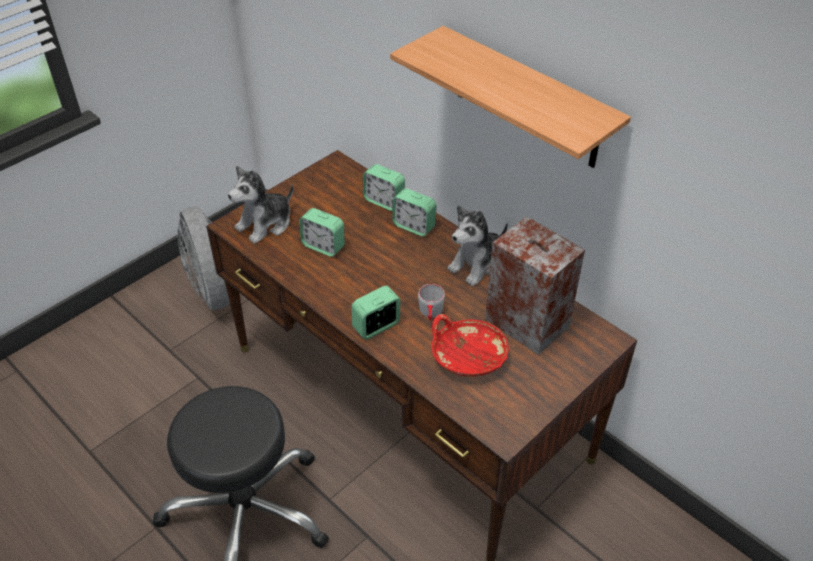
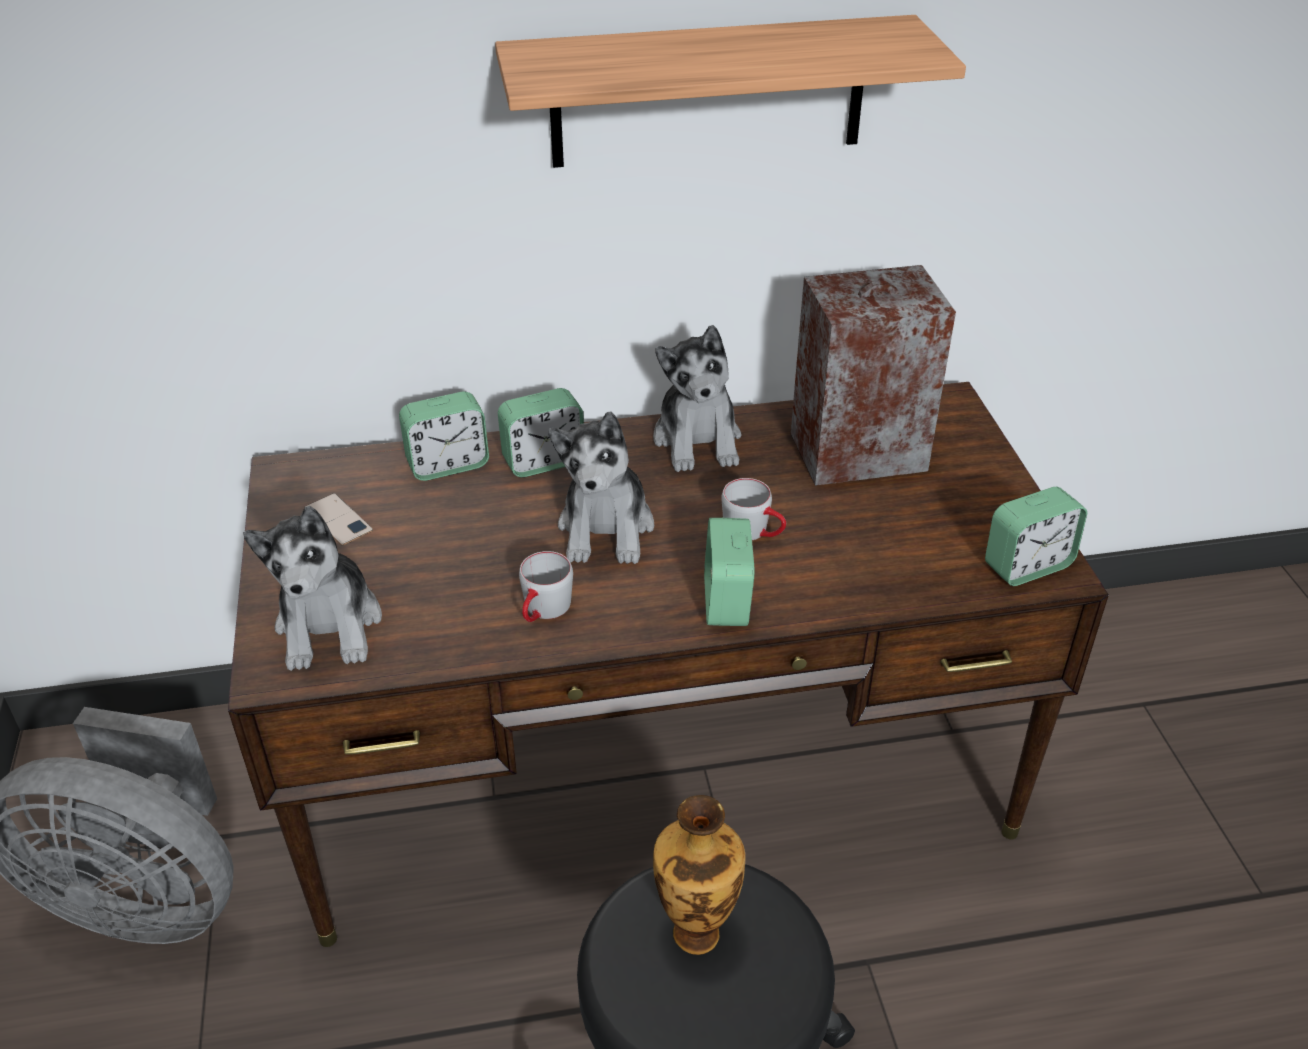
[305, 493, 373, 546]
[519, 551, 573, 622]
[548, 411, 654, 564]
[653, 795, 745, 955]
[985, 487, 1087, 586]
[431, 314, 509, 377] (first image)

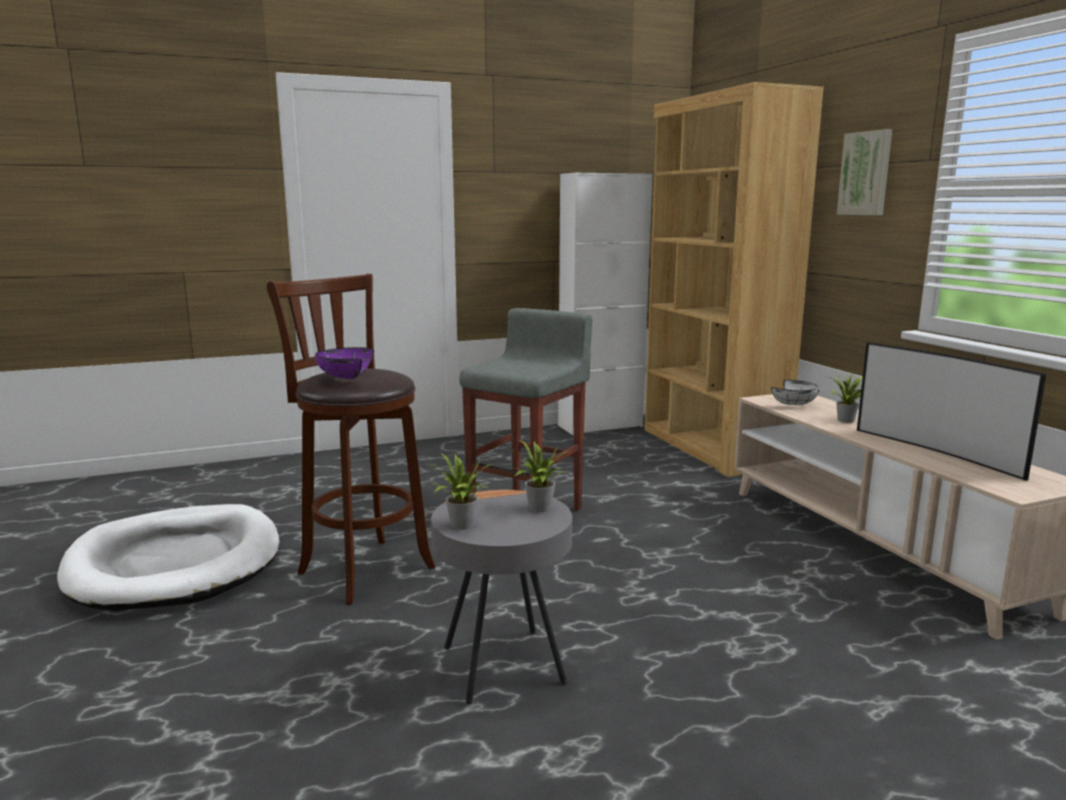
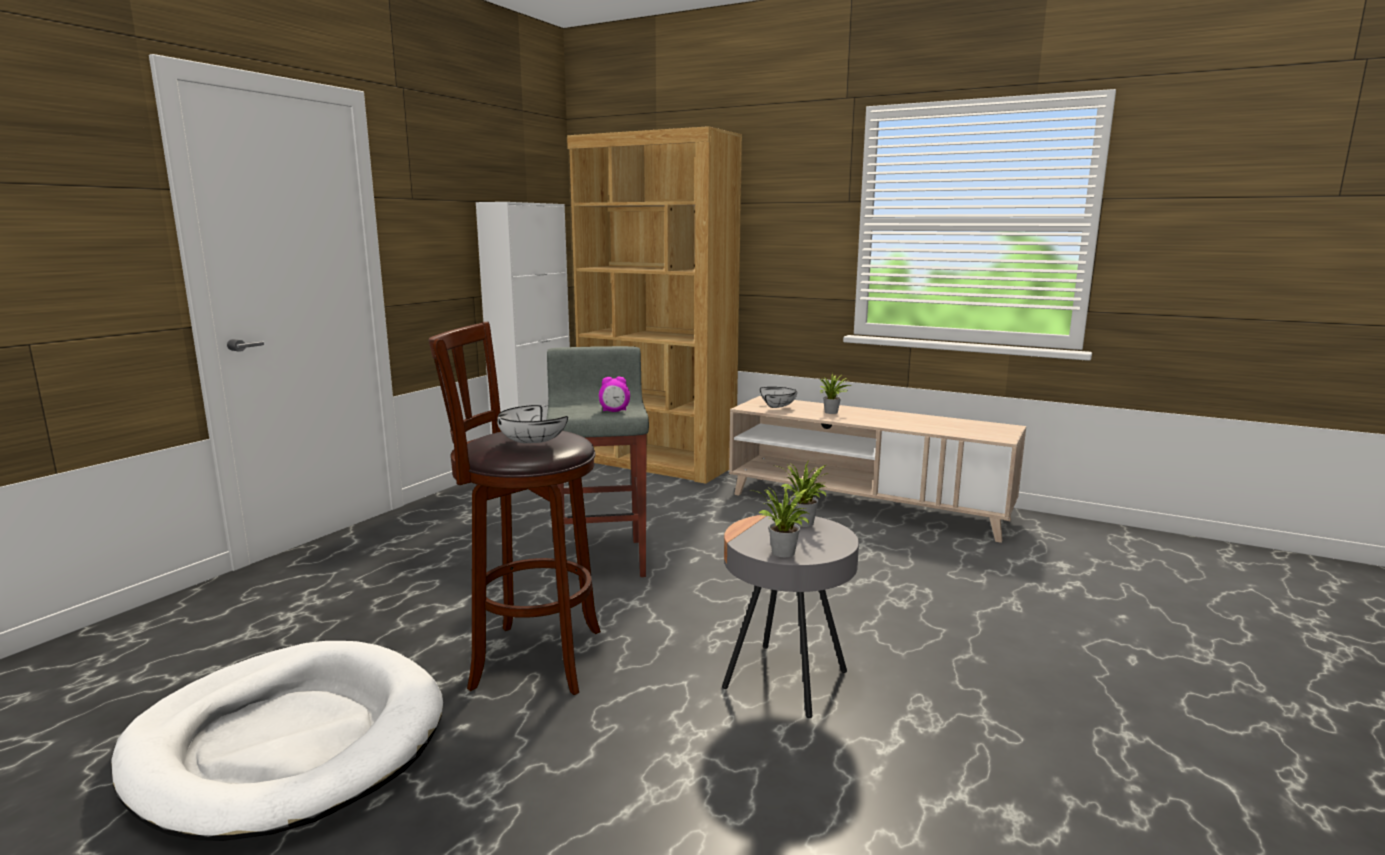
[497, 405, 568, 443]
[599, 376, 630, 412]
[837, 129, 892, 215] (first image)
[857, 342, 1047, 481] (first image)

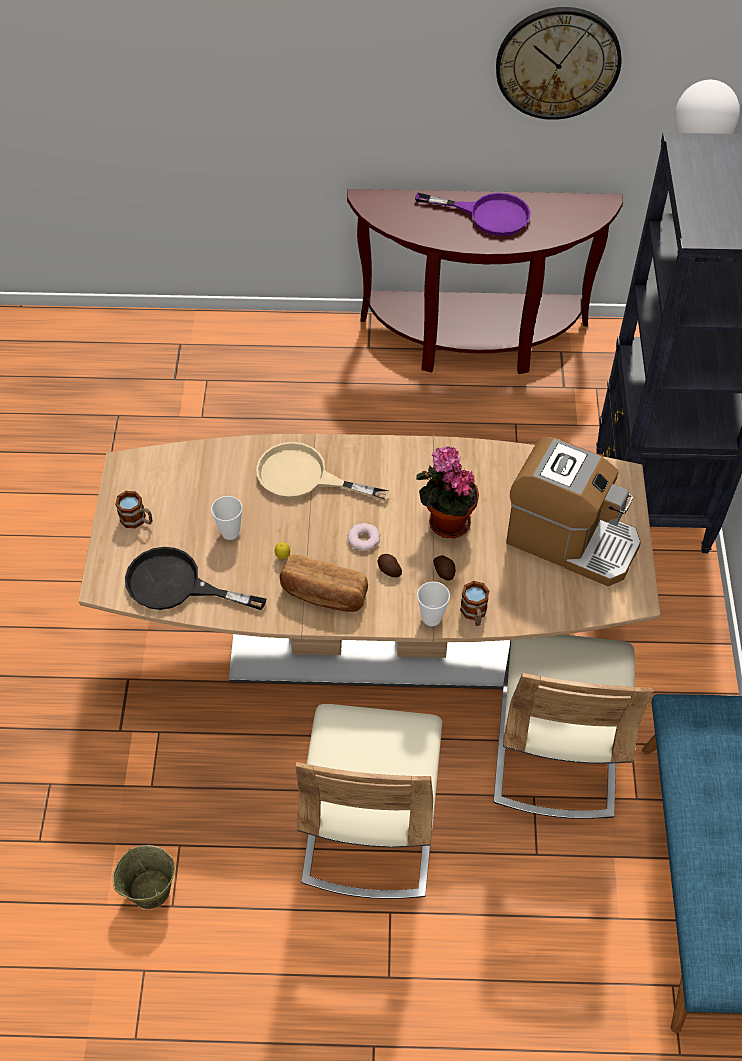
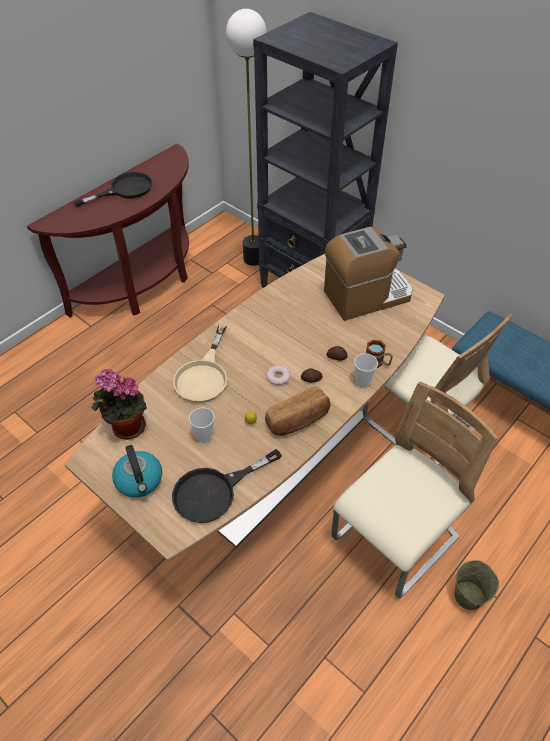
[73, 172, 152, 207]
[92, 369, 147, 440]
[112, 445, 162, 497]
[173, 324, 227, 403]
[331, 382, 498, 599]
[454, 560, 499, 610]
[496, 7, 622, 120] (first image)

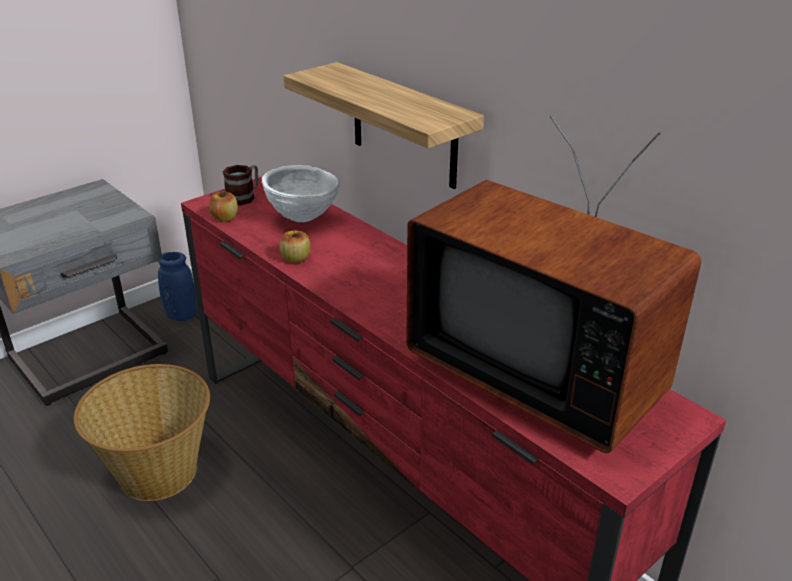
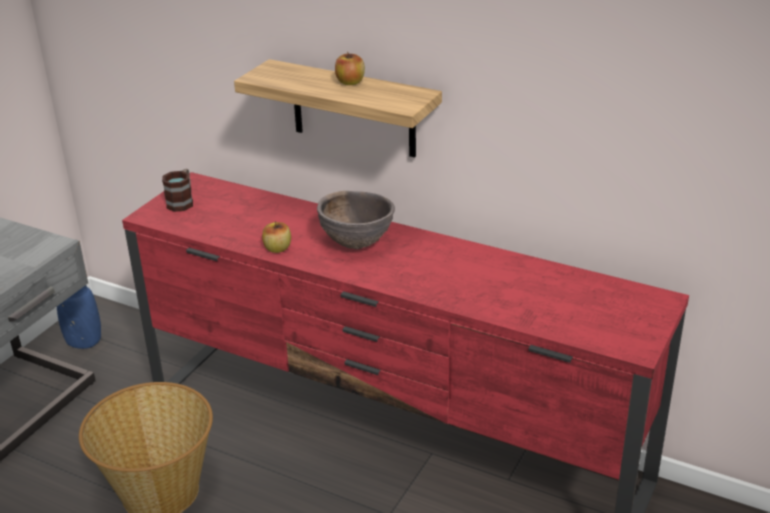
[317, 191, 395, 249]
[335, 52, 365, 85]
[262, 165, 340, 222] (first image)
[406, 116, 701, 453] (first image)

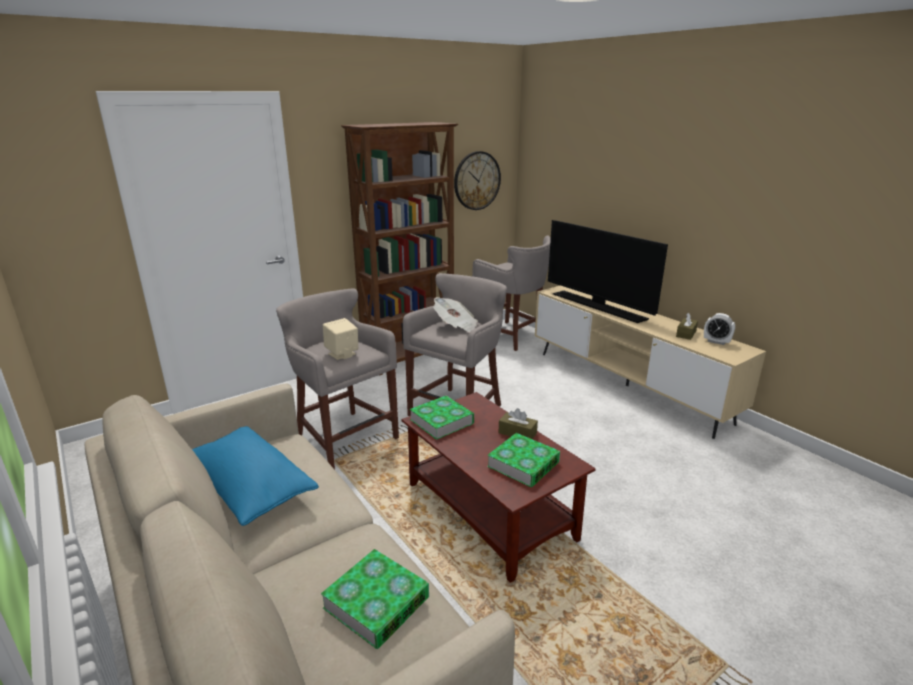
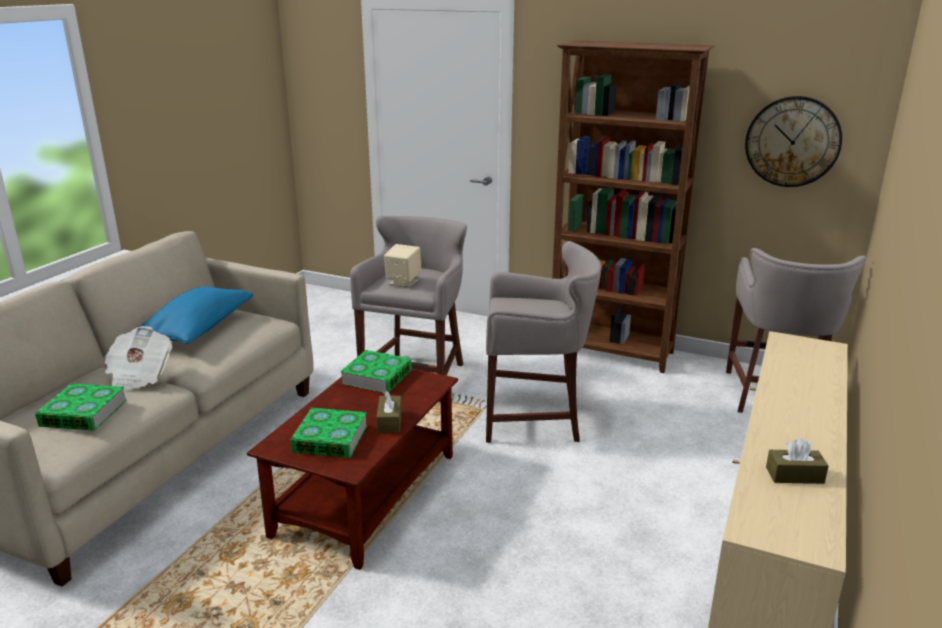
[104, 326, 172, 392]
[548, 220, 668, 323] (first image)
[704, 313, 735, 345] (first image)

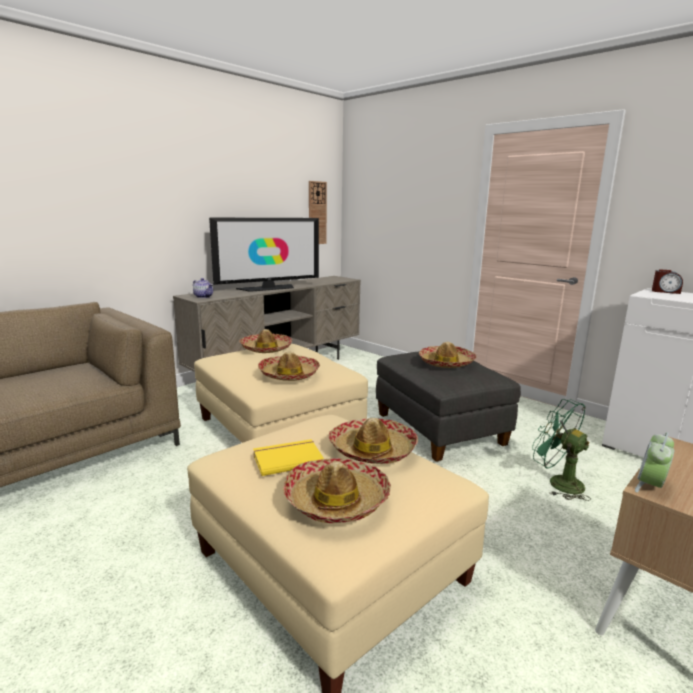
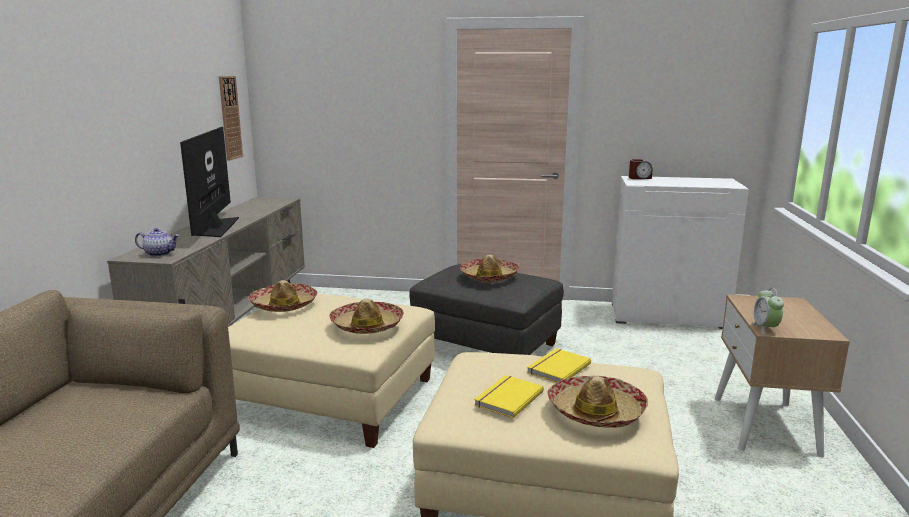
[180, 127, 239, 237]
[527, 348, 591, 383]
[532, 399, 591, 501] (first image)

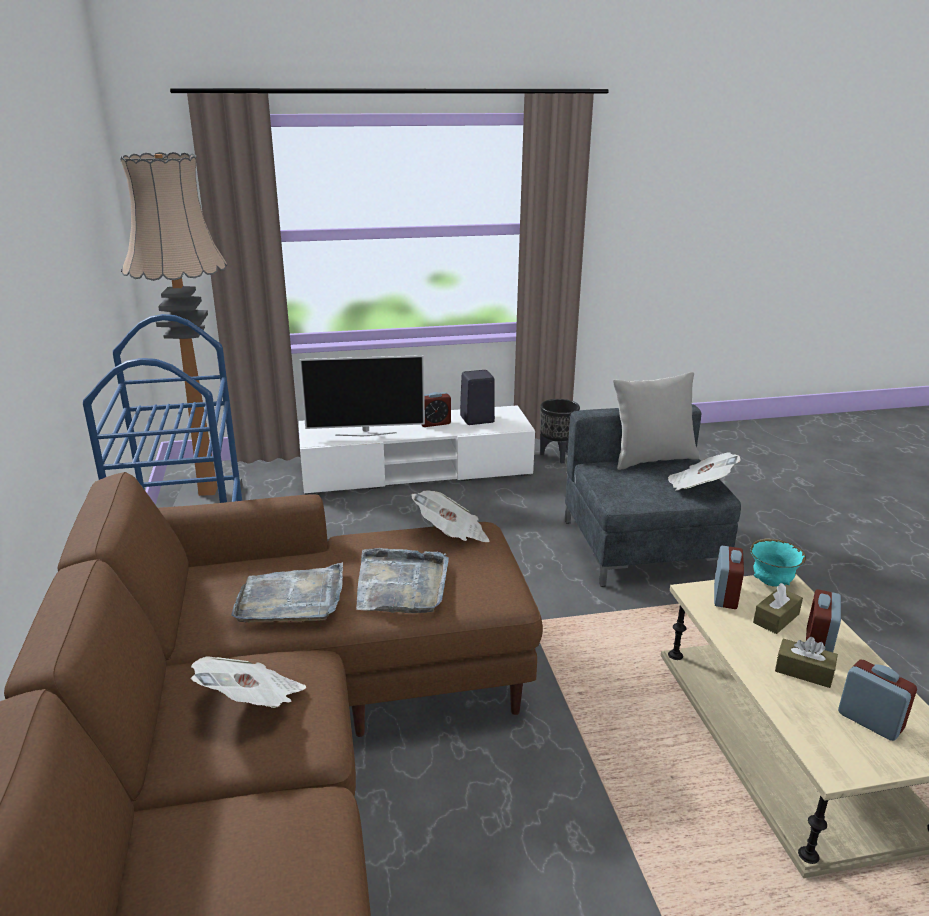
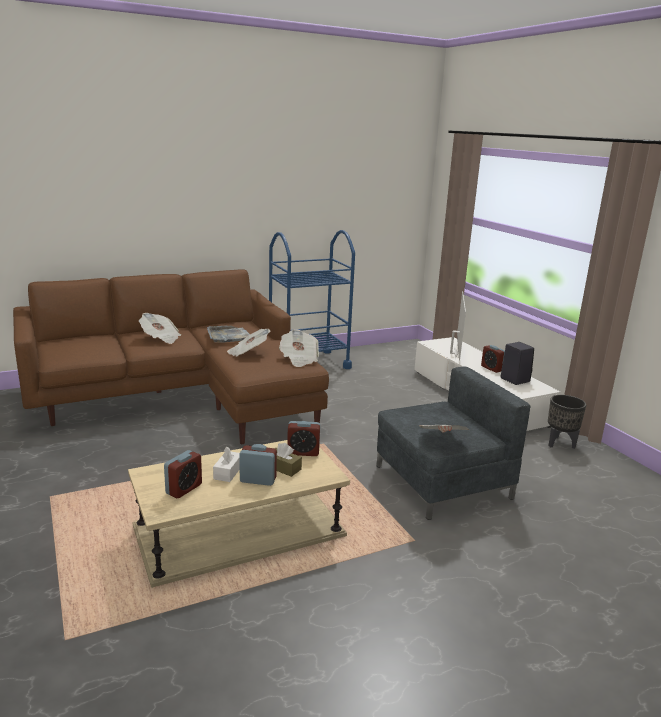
[213, 447, 240, 482]
[227, 329, 271, 357]
[450, 291, 466, 361]
[120, 152, 243, 507] (first image)
[613, 372, 700, 470] (first image)
[750, 538, 806, 587] (first image)

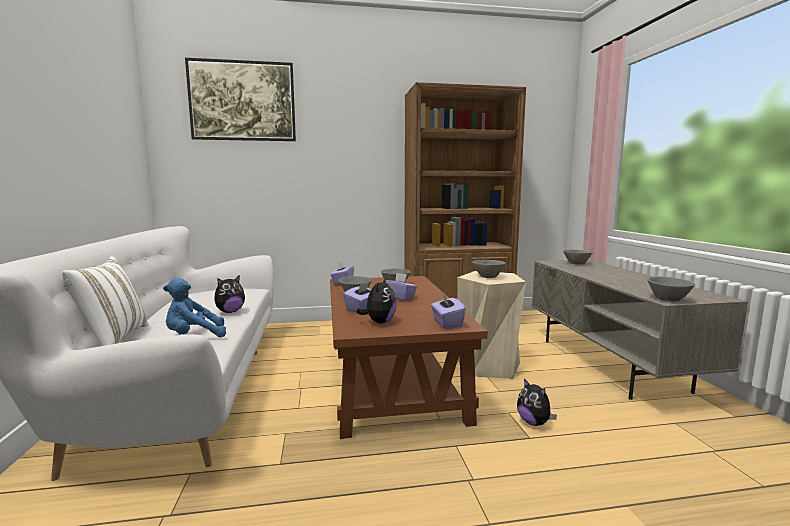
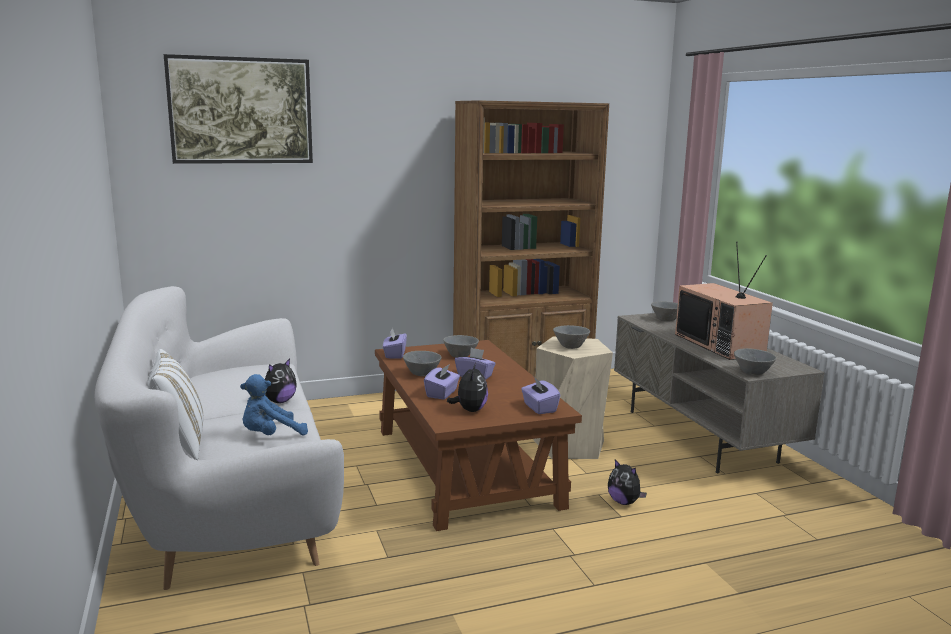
[675, 242, 773, 360]

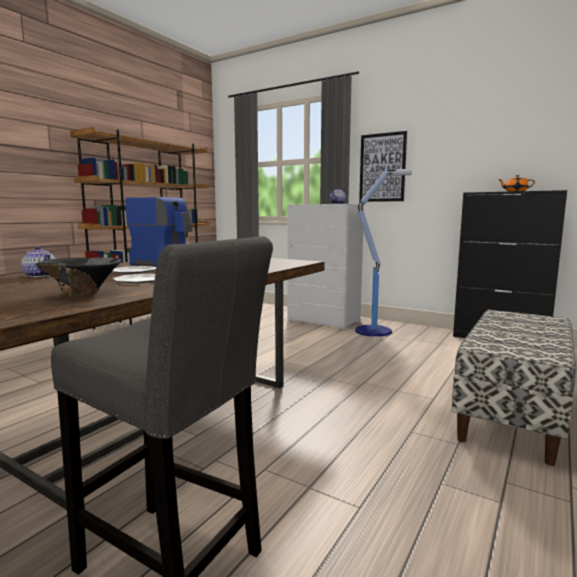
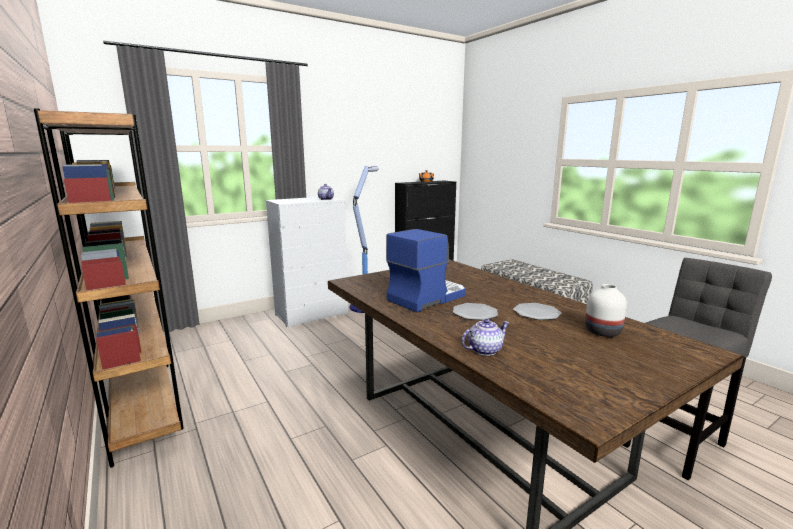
[585, 284, 627, 337]
[359, 131, 407, 202] (first image)

